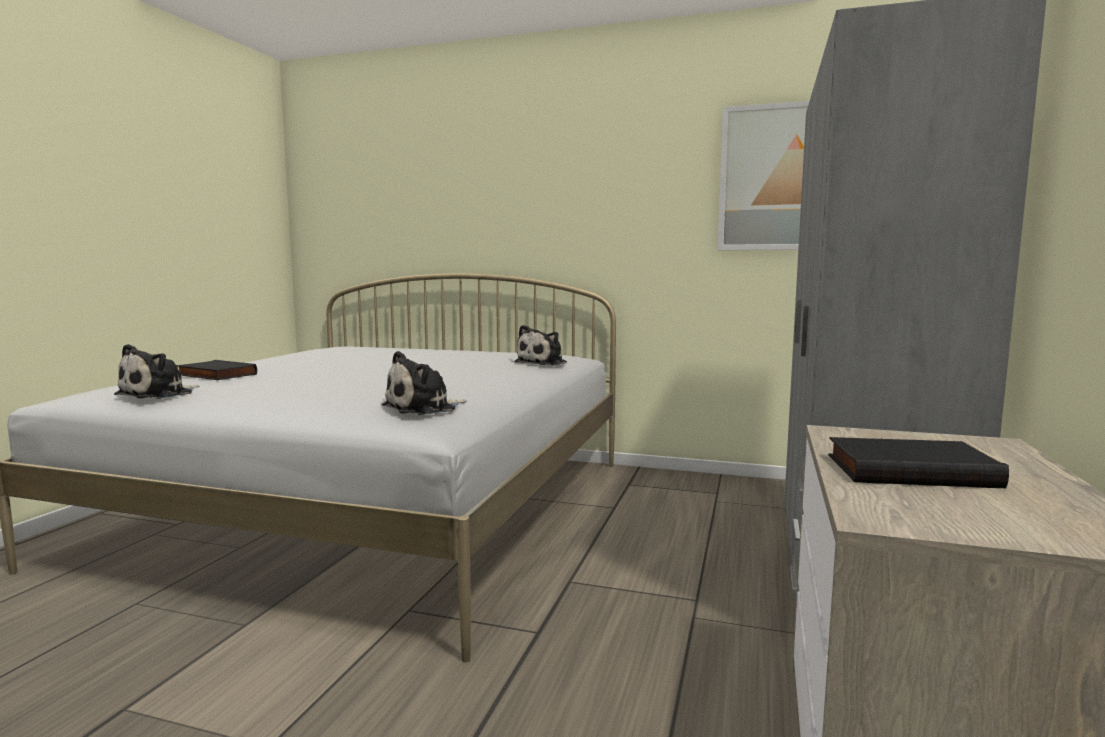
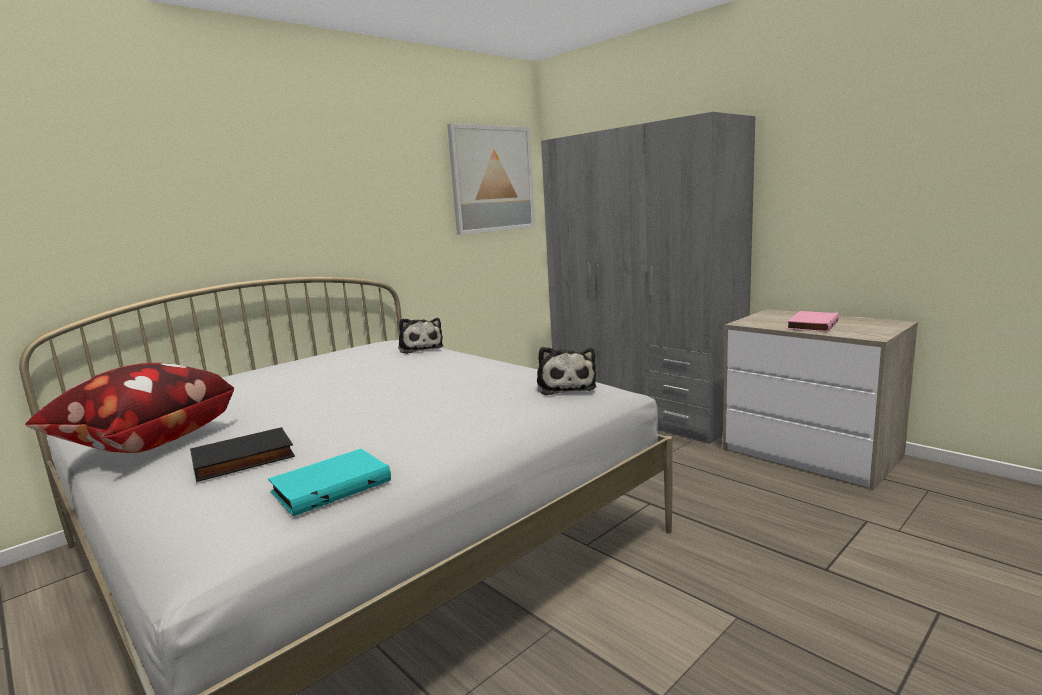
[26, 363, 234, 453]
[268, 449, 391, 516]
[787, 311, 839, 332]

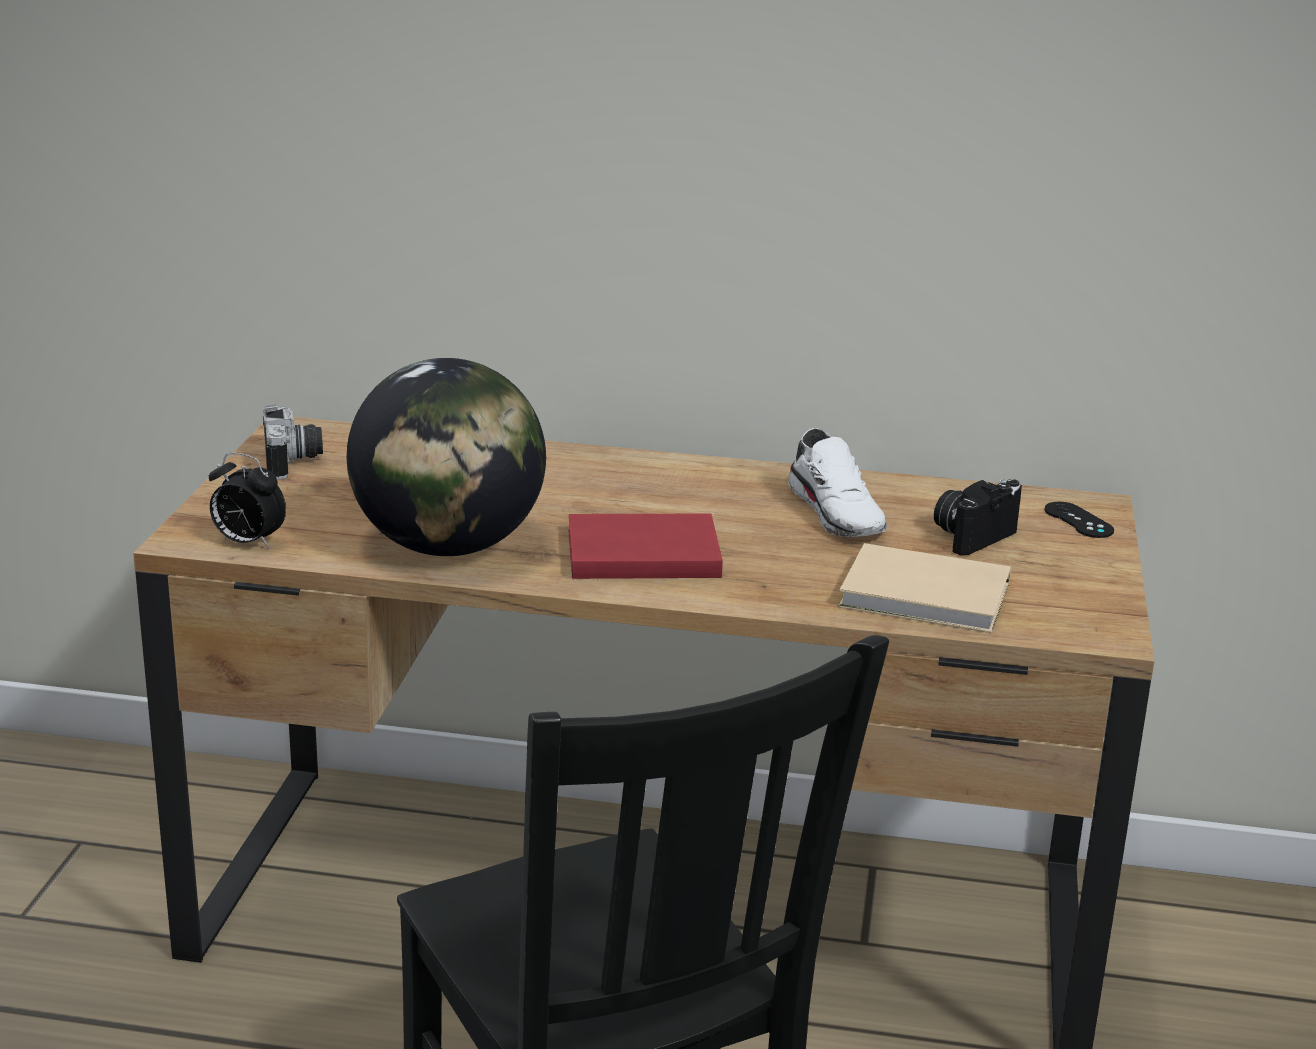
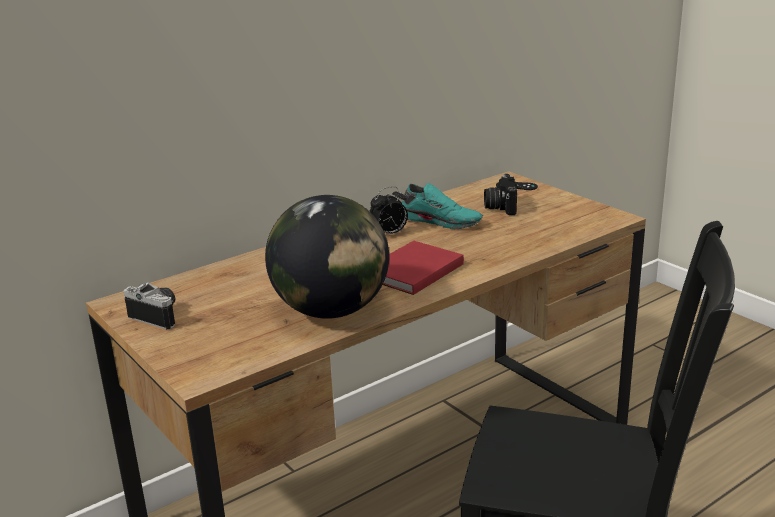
[370, 186, 408, 234]
[401, 183, 483, 229]
[838, 543, 1011, 633] (first image)

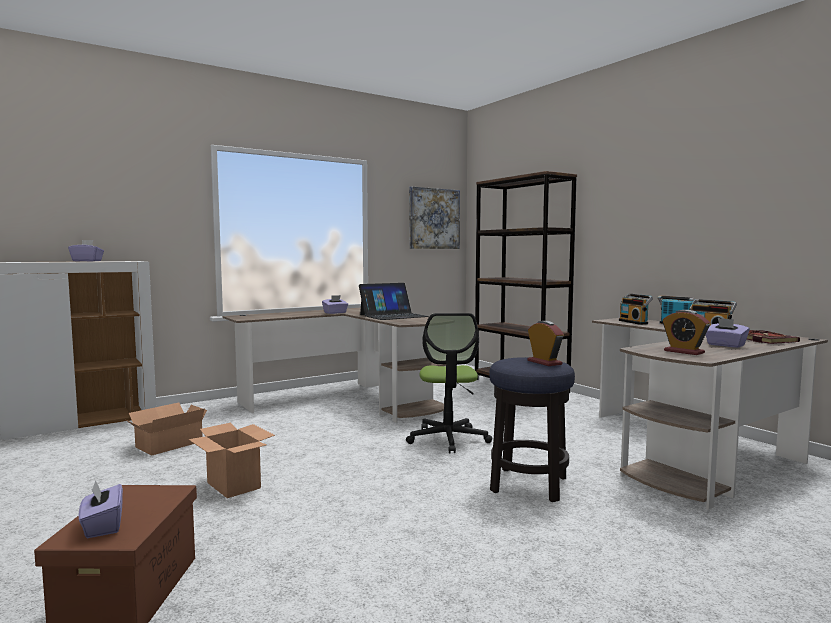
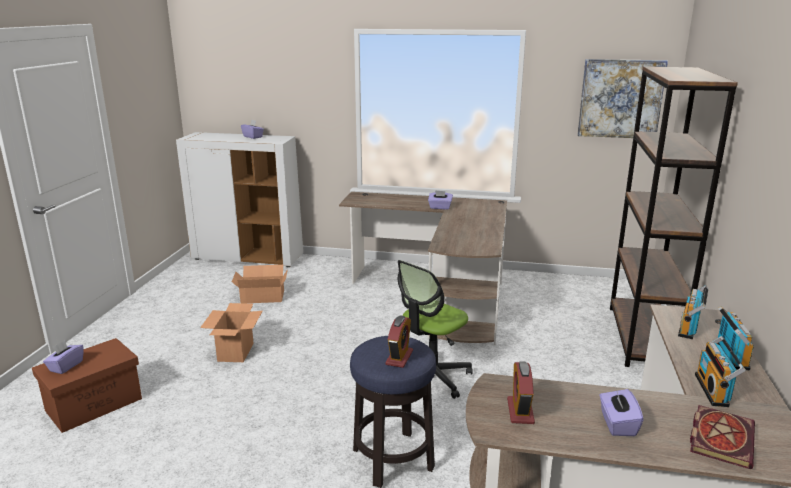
[359, 283, 429, 320] (first image)

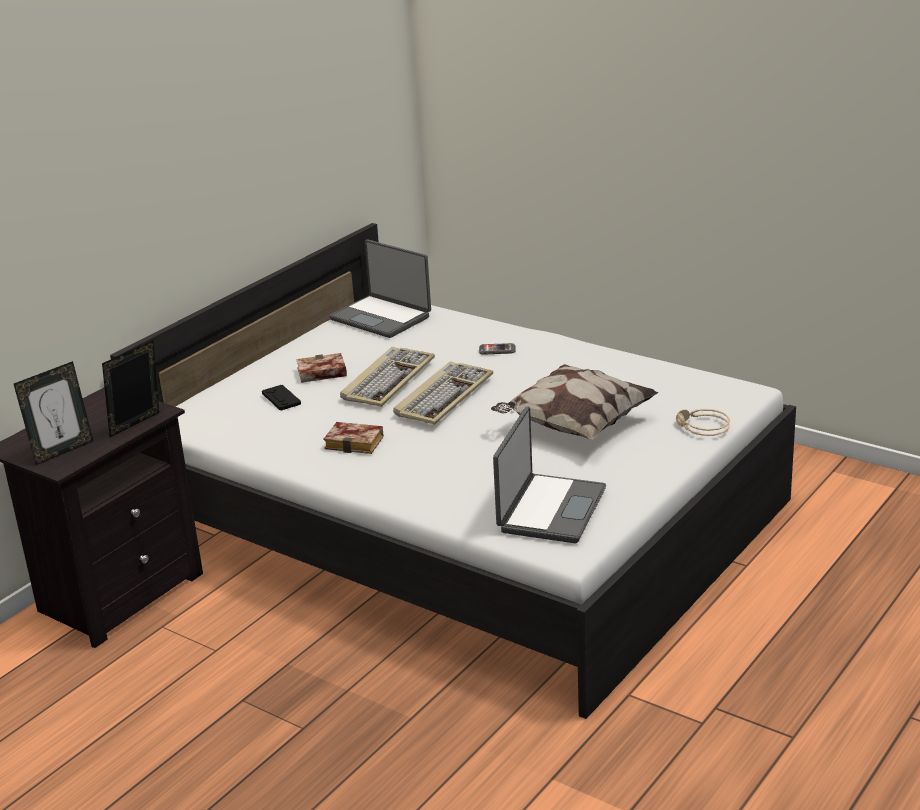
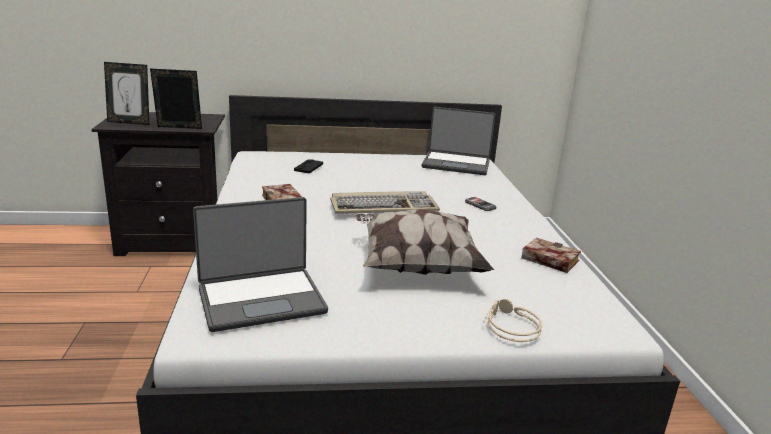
[422, 107, 495, 175]
[521, 238, 581, 273]
[340, 346, 435, 407] (first image)

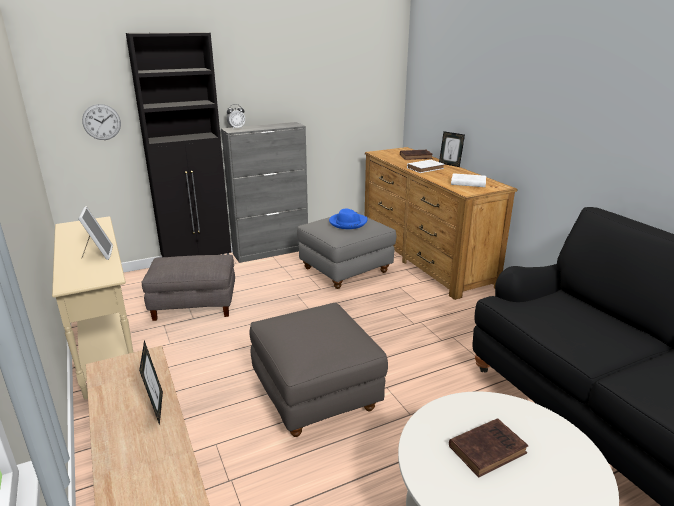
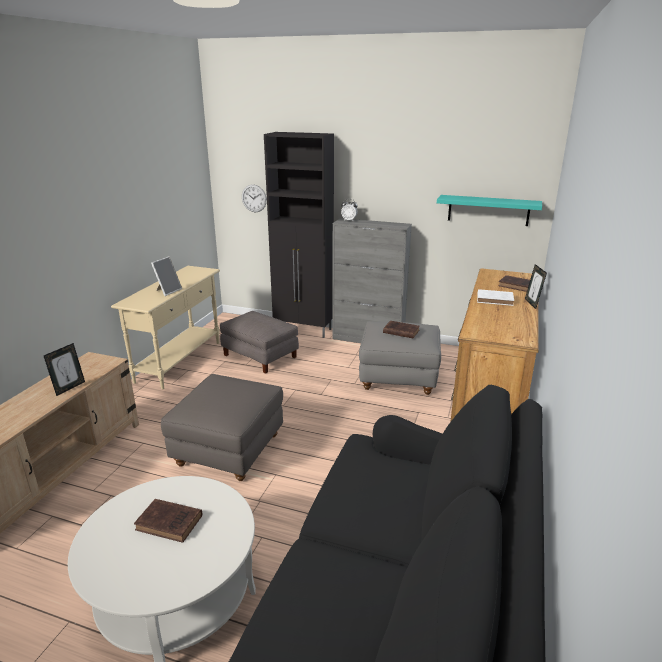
[383, 321, 420, 338]
[437, 195, 542, 226]
[451, 173, 486, 187] (first image)

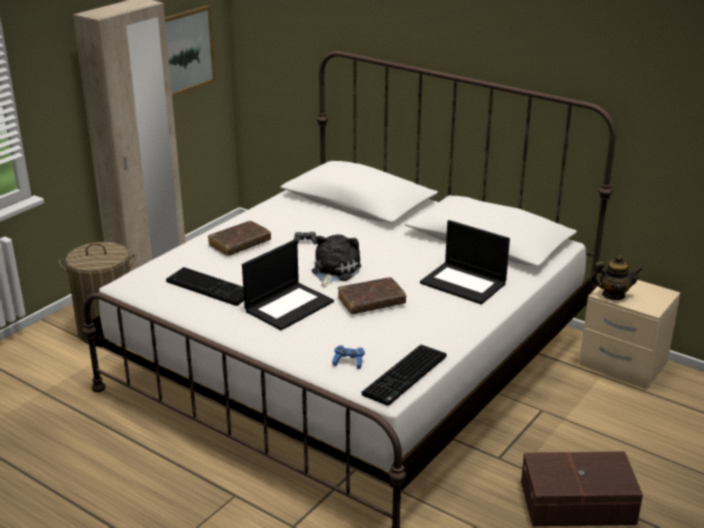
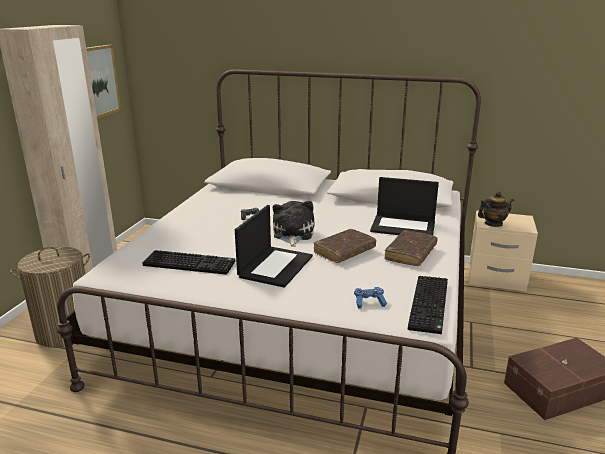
[385, 230, 438, 266]

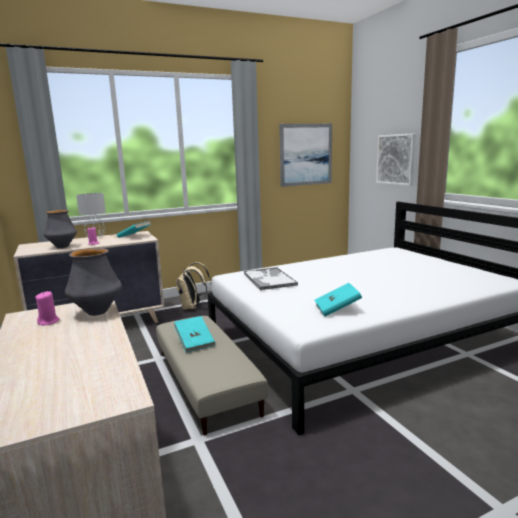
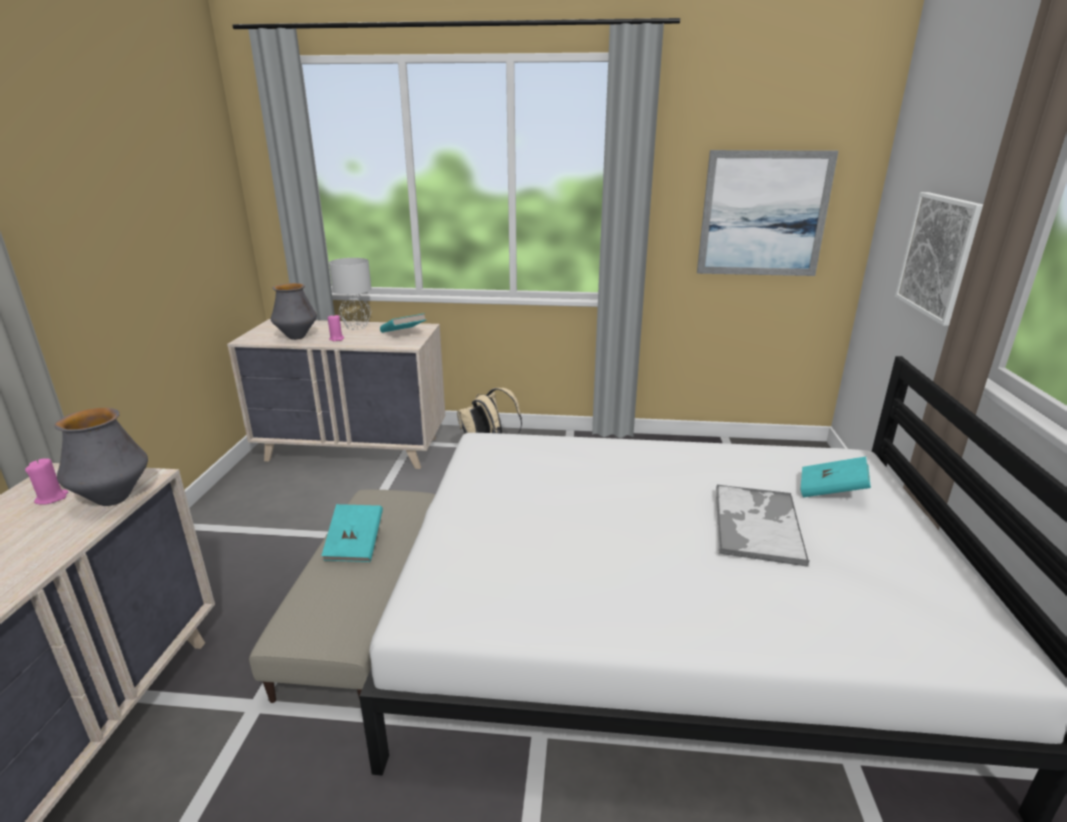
[716, 485, 809, 567]
[801, 456, 871, 497]

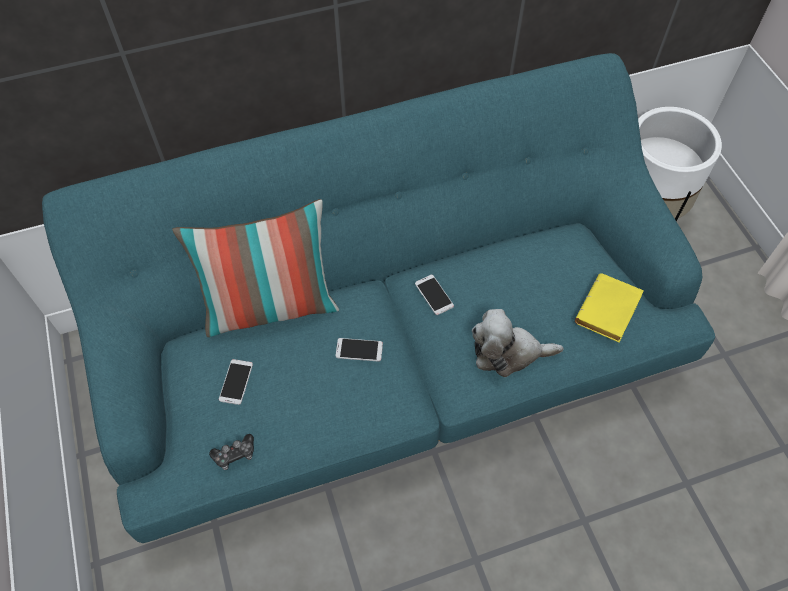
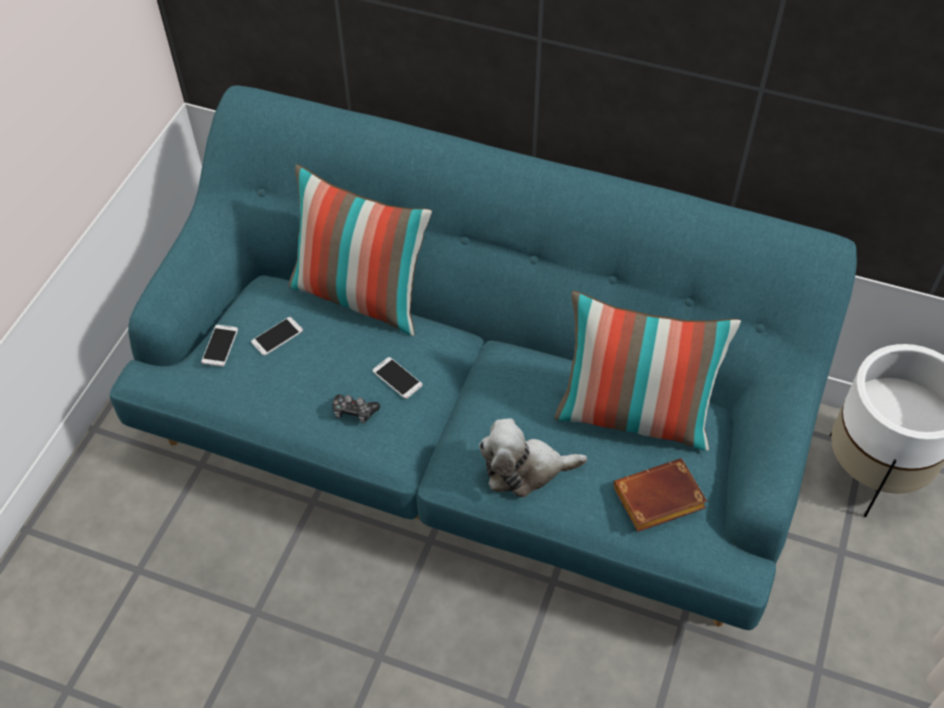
[201, 325, 238, 367]
[332, 394, 380, 423]
[479, 418, 587, 497]
[555, 291, 741, 451]
[613, 458, 707, 532]

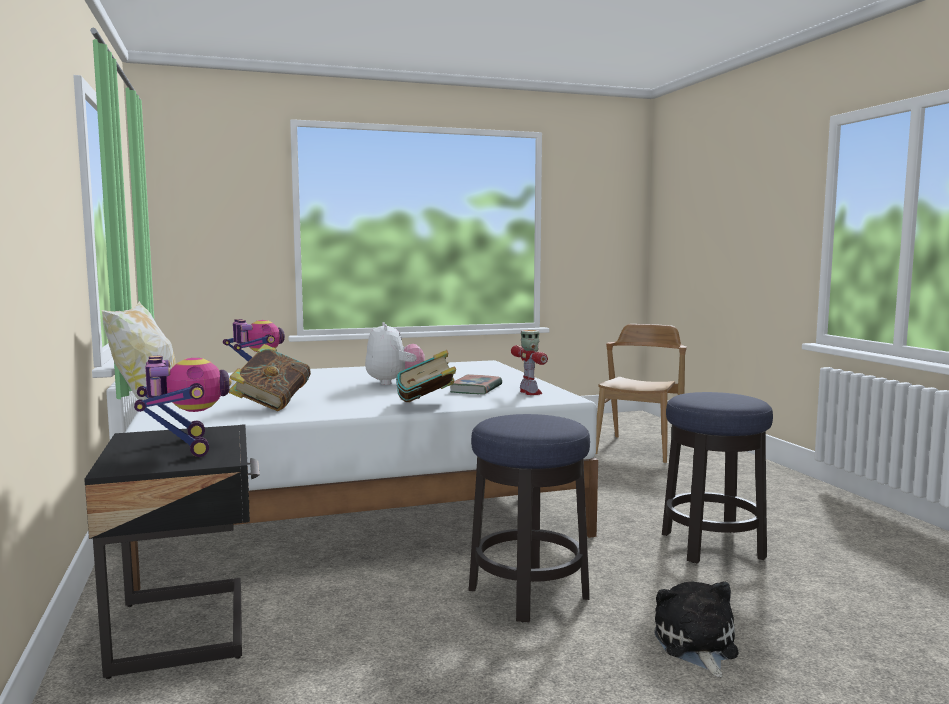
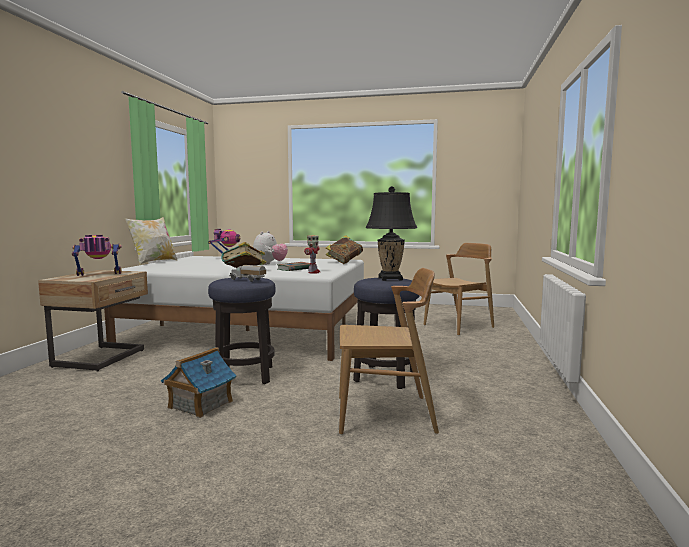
[38, 270, 148, 372]
[72, 235, 122, 276]
[161, 347, 237, 418]
[229, 265, 266, 282]
[326, 235, 363, 264]
[339, 268, 439, 435]
[366, 186, 417, 281]
[654, 581, 738, 677] (first image)

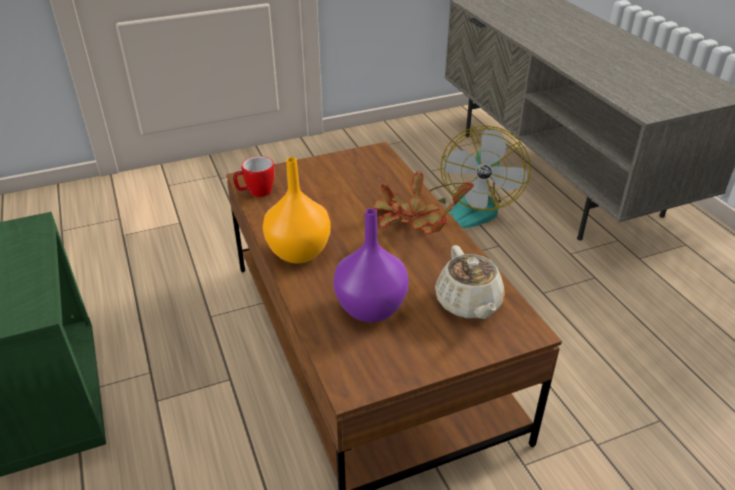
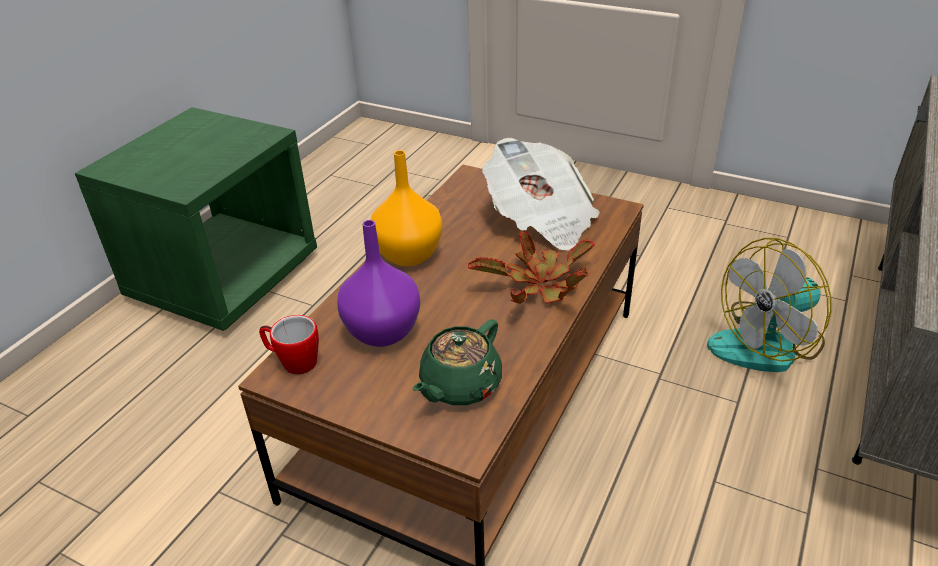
[259, 315, 319, 375]
[413, 319, 502, 405]
[482, 138, 600, 250]

